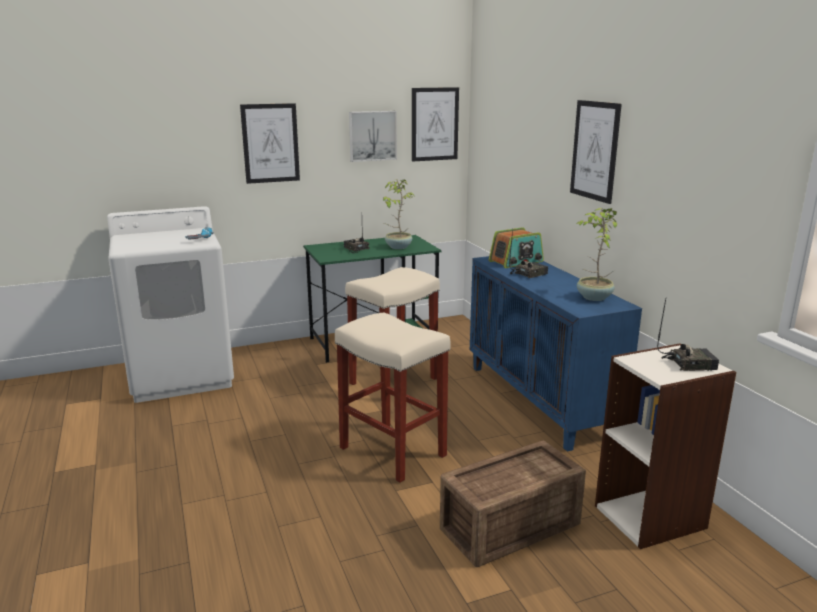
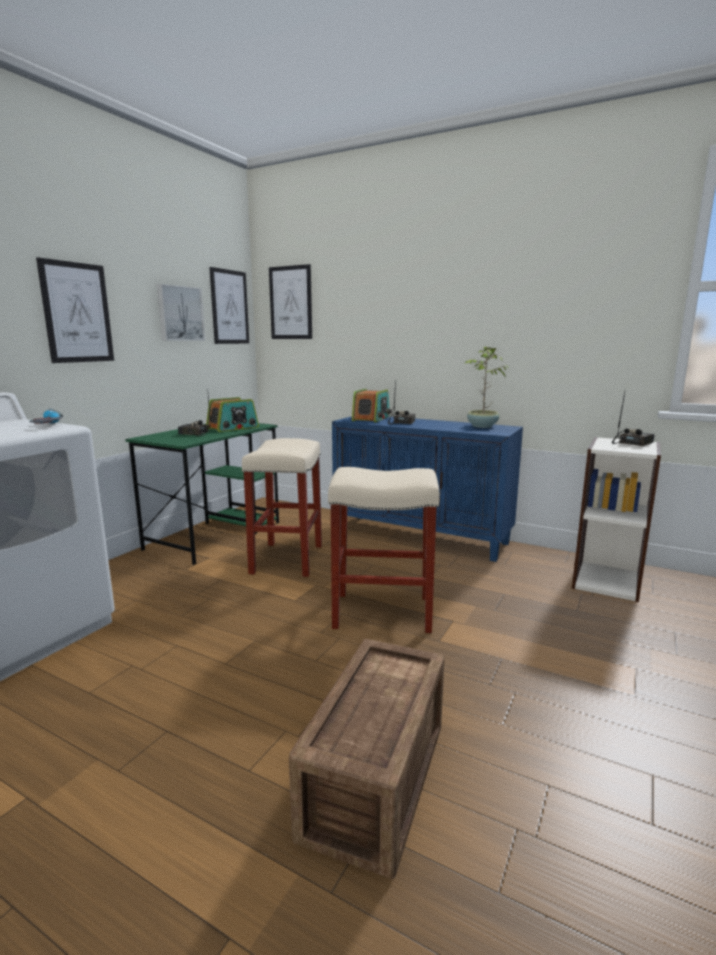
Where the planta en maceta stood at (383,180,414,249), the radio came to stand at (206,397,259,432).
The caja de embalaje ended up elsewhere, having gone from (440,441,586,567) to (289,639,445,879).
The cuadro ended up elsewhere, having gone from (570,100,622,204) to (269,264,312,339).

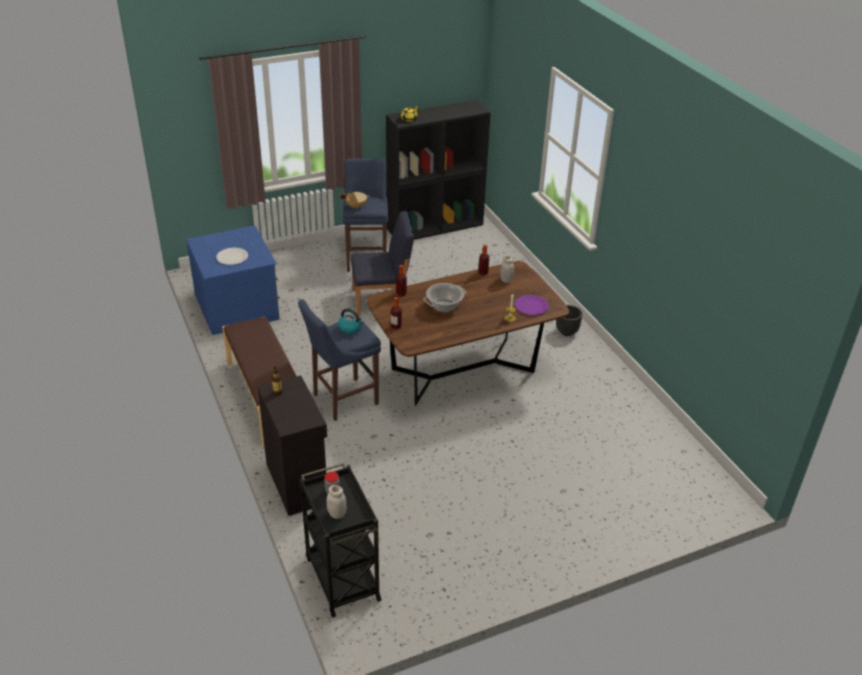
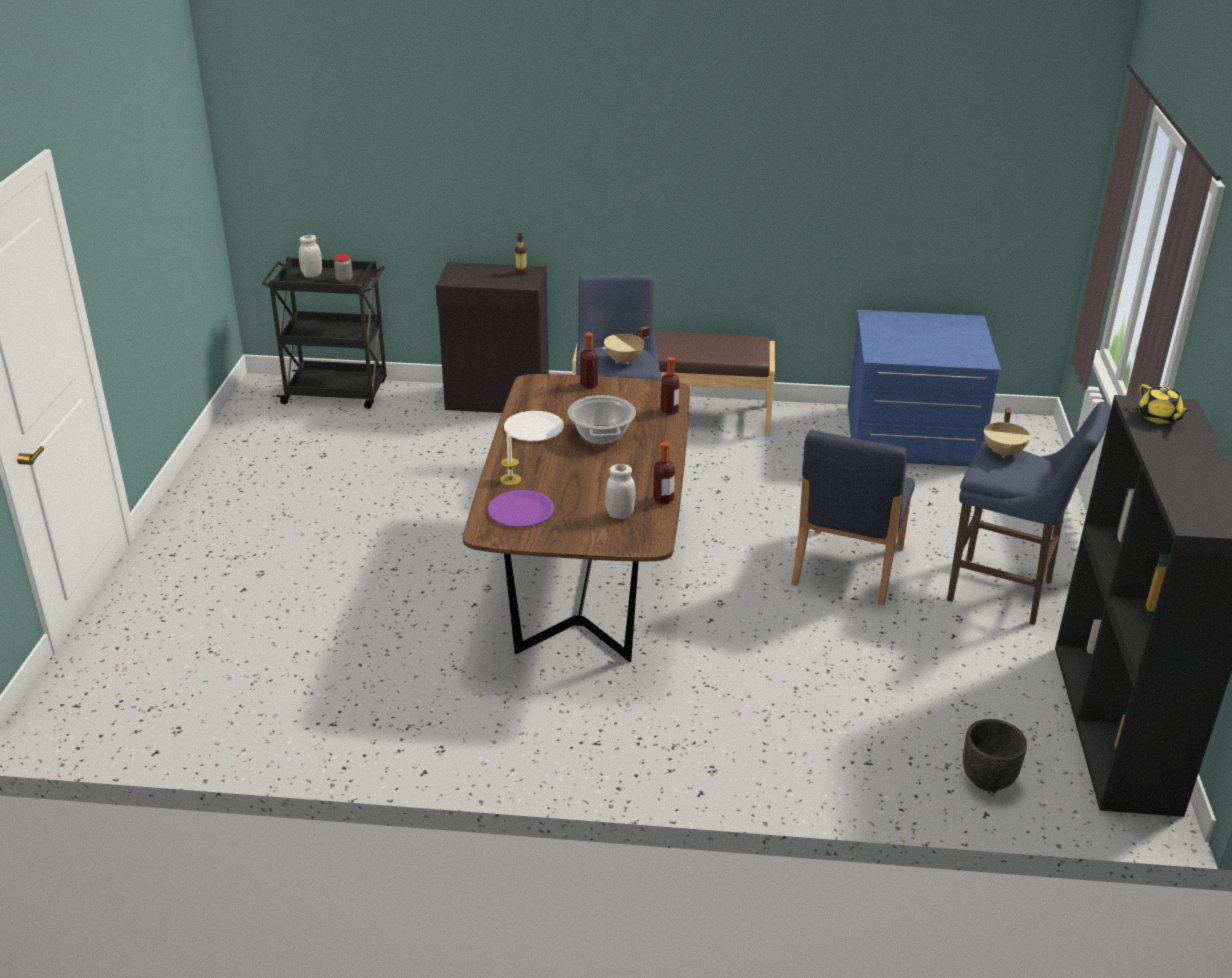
The plato (blanco) ended up elsewhere, having gone from (216,248,248,265) to (504,411,564,441).
Where the hervidor stood at (338,308,364,334), the olla (beis) came to stand at (602,326,650,365).
The maceta (negro) ended up elsewhere, having gone from (556,305,582,336) to (963,719,1027,792).

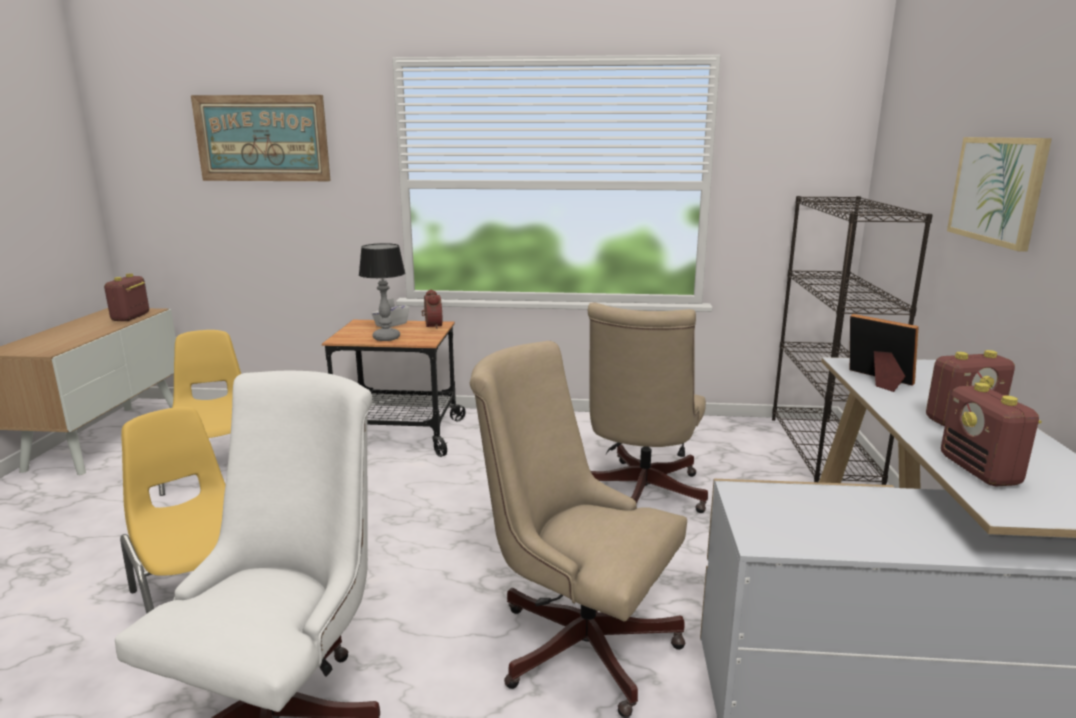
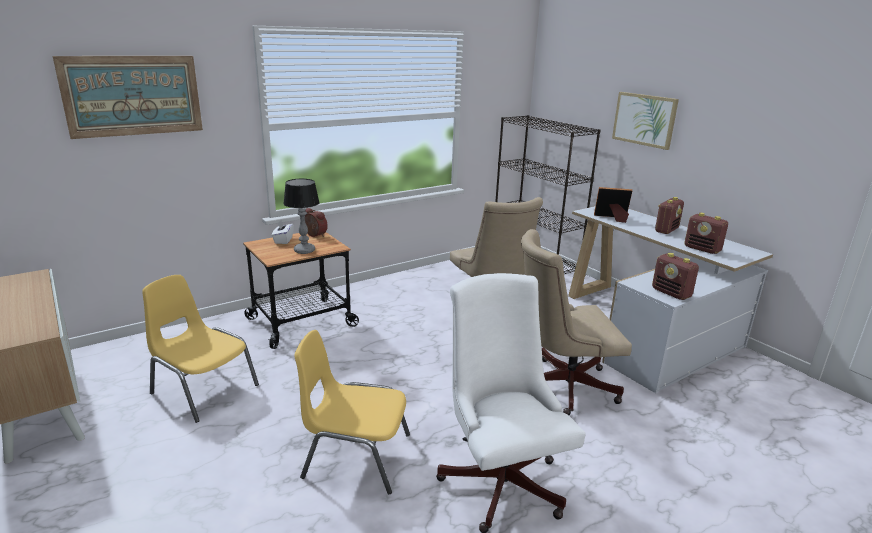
The radio ended up elsewhere, having gone from (104,273,149,321) to (652,253,699,300).

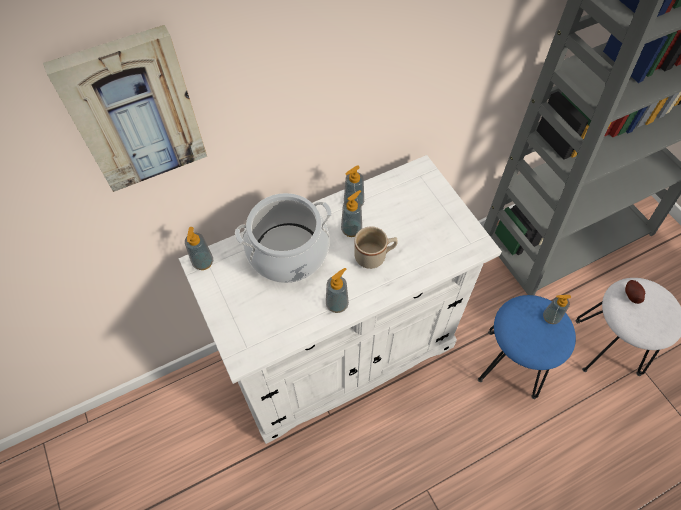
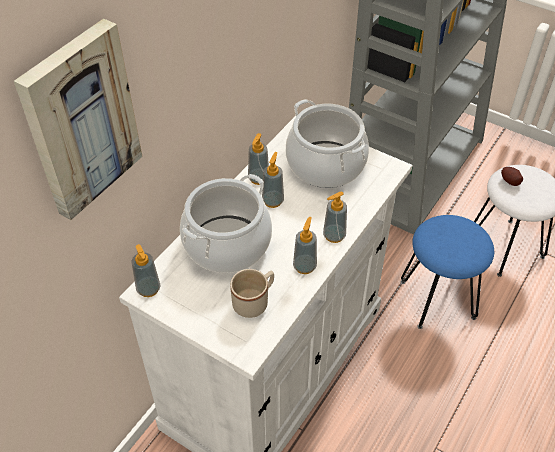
The taza grande (beis) ended up elsewhere, having gone from (355,227,398,269) to (230,269,274,318).
The dispensador de jabón ended up elsewhere, having gone from (543,295,571,324) to (323,191,347,243).
The second view gained the olla at (286,99,369,188).

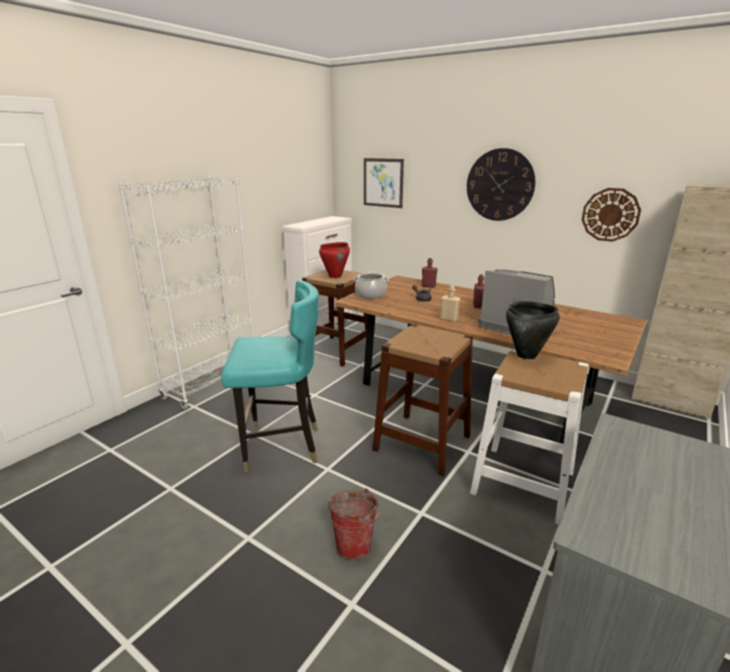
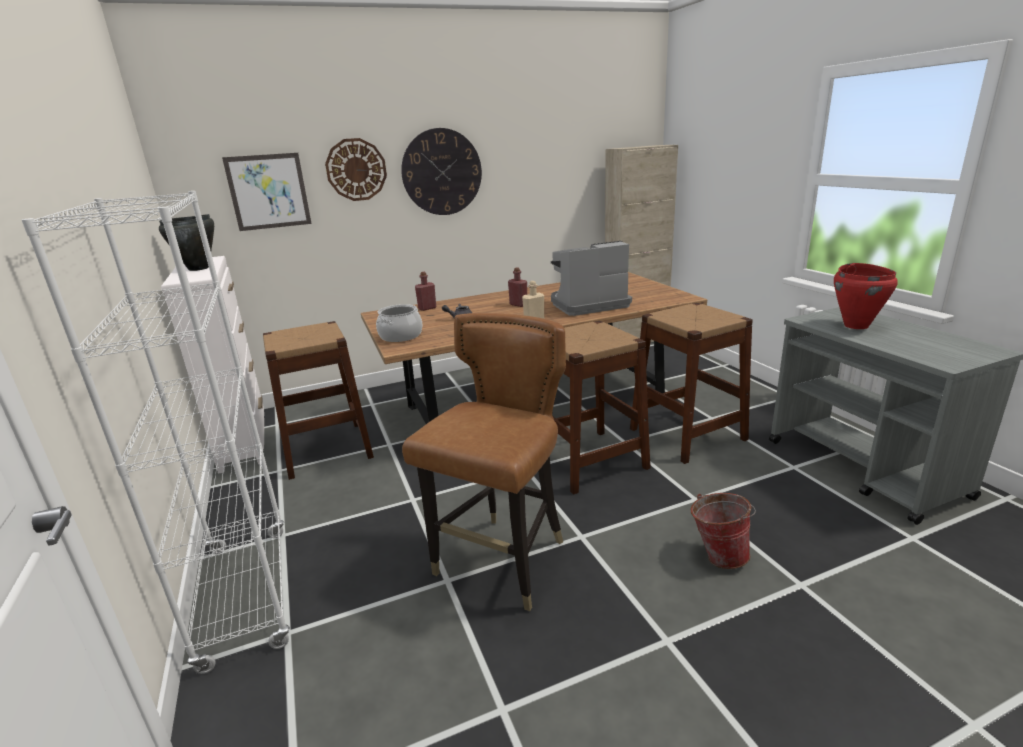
What was the silla (turquesa) at (221,280,319,472) turned into the silla (marrón) at (402,313,566,611).
The olla (rojo) ended up elsewhere, having gone from (319,242,350,278) to (834,263,898,329).
What was the taburete (blanco) at (470,349,589,525) turned into the taburete (marrón) at (630,303,753,464).
The olla (negro) ended up elsewhere, having gone from (506,301,560,359) to (159,214,214,271).
The reloj de pared ended up elsewhere, having gone from (582,188,641,242) to (325,138,387,201).

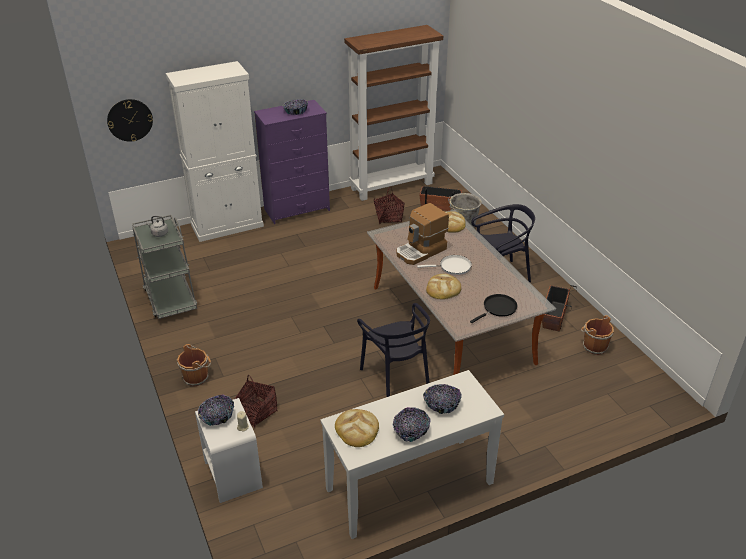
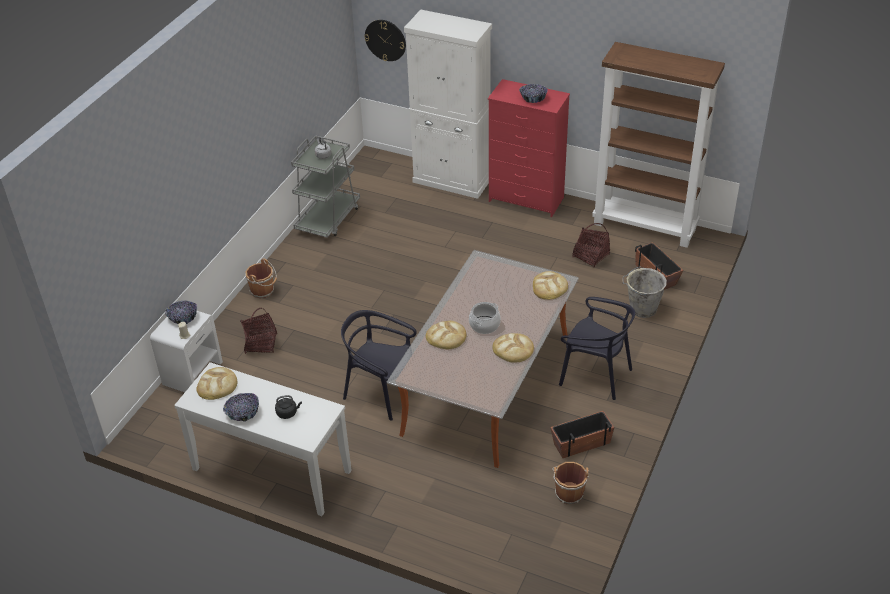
What was the cómoda (morado) at (254,100,330,224) turned into the cómoda (rojo) at (488,79,570,217).
The silla (negro) at (357,303,430,397) ended up facing another way, 90 degrees clockwise from before.
The second view lost the cafetera at (396,203,449,265).
Where the sartén (blanco) stood at (417,255,472,275), the olla came to stand at (469,302,501,334).
Where the cuenco stood at (423,384,462,414), the hervidor (negro) came to stand at (275,395,302,419).
The second view lost the sartén (negro) at (470,294,517,323).
The second view gained the pan at (493,333,534,363).

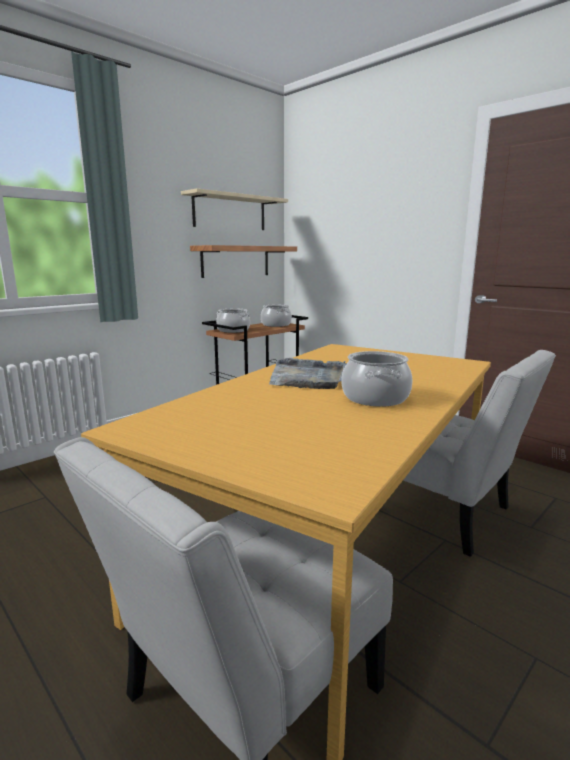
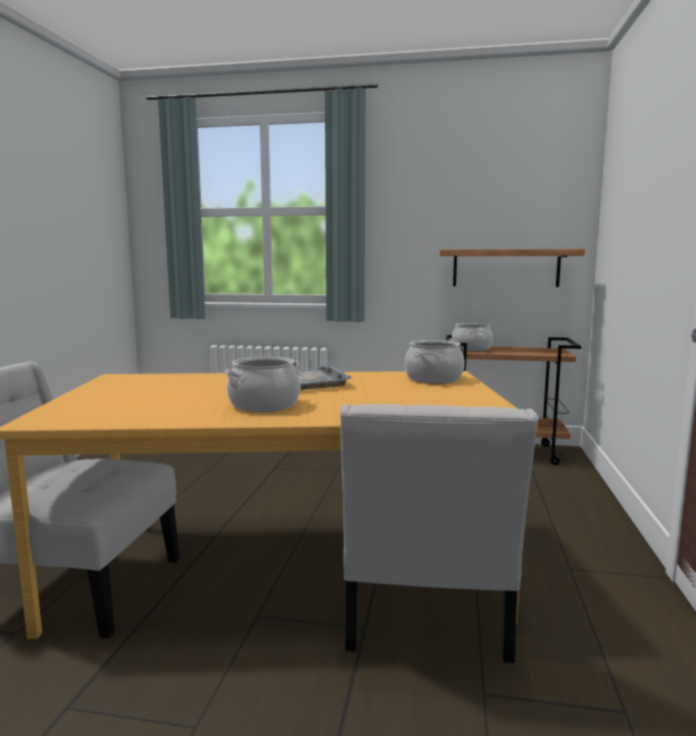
The second view lost the estante (beis) at (181,188,288,230).
The olla ended up elsewhere, having gone from (261,305,292,327) to (405,340,465,384).

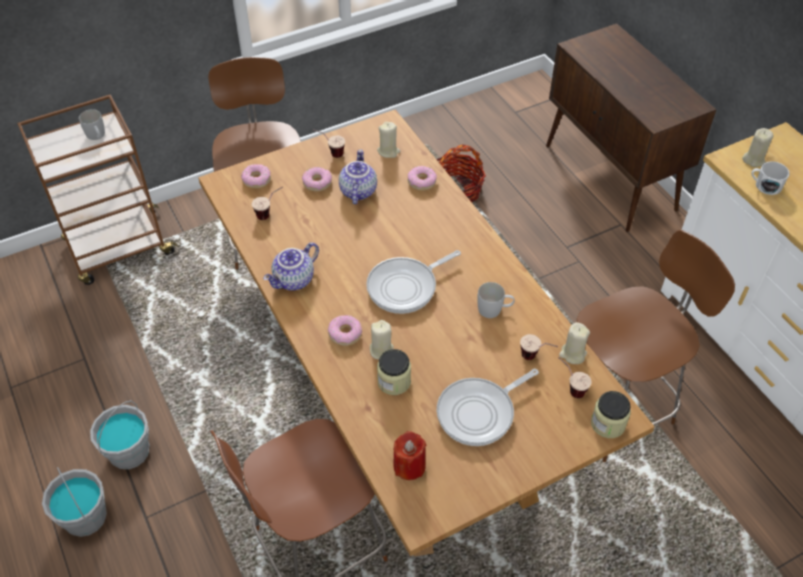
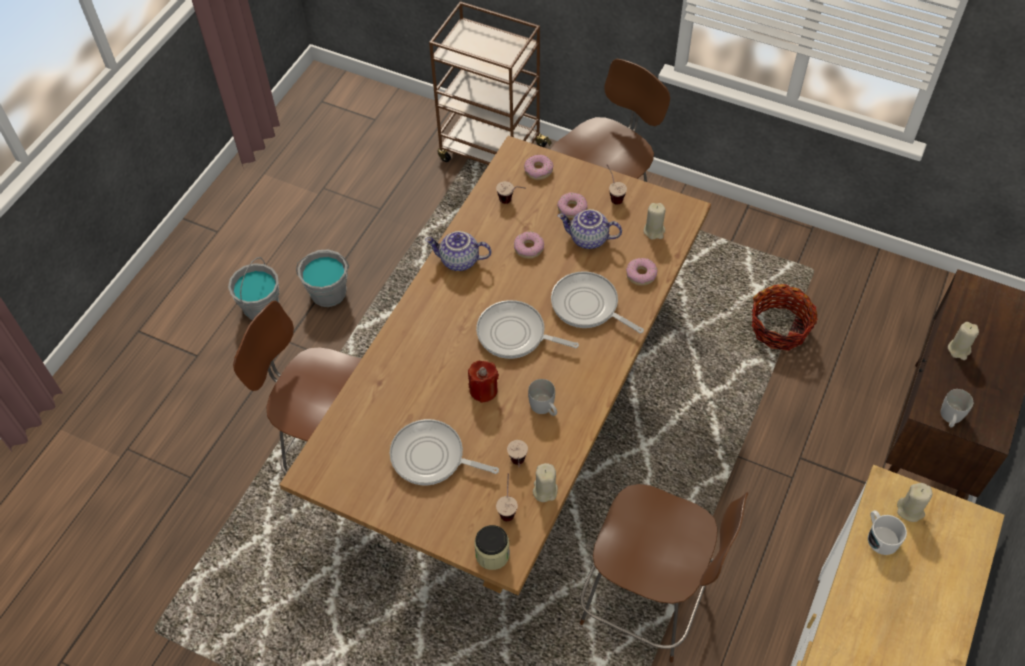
The taza grande (blanco) ended up elsewhere, having gone from (79,109,105,140) to (941,389,973,428).
The rosquilla ended up elsewhere, having gone from (328,315,362,346) to (514,231,544,259).
The tetera at (339,149,377,204) ended up facing another way, 135 degrees counterclockwise from before.
The vela (beis) ended up elsewhere, having gone from (370,320,394,360) to (948,322,979,360).
The second view lost the tarro at (377,349,411,395).
The vela (rojo) ended up elsewhere, having gone from (393,431,426,480) to (468,361,499,403).
The second view gained the sartén at (551,271,644,334).

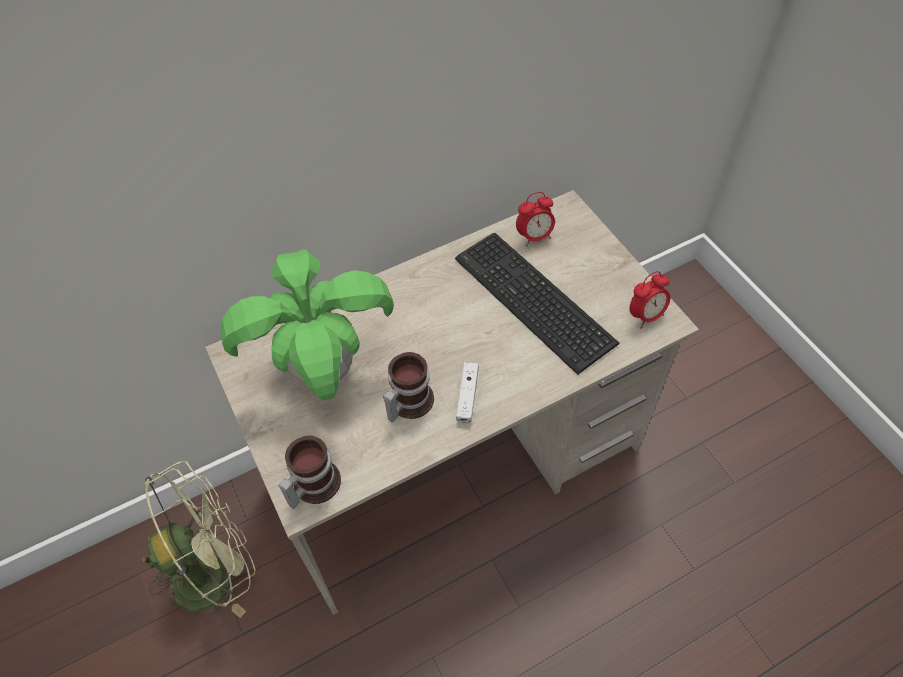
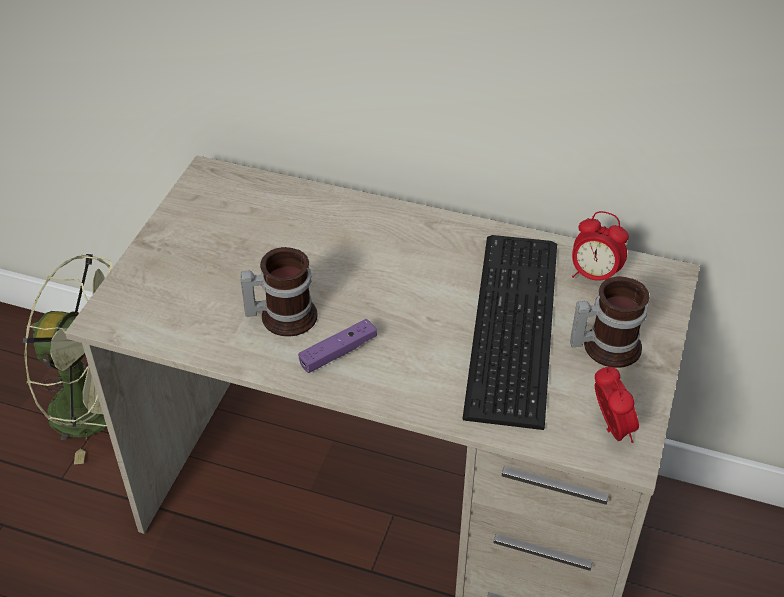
The second view lost the planta en maceta at (220,249,394,400).
The taza grande ended up elsewhere, having gone from (279,436,341,509) to (570,276,650,368).
What was the mando de consola (blanco) at (456,362,479,423) turned into the mando de consola (morado) at (298,319,377,373).
The despertador at (630,271,670,329) ended up facing another way, 120 degrees counterclockwise from before.

